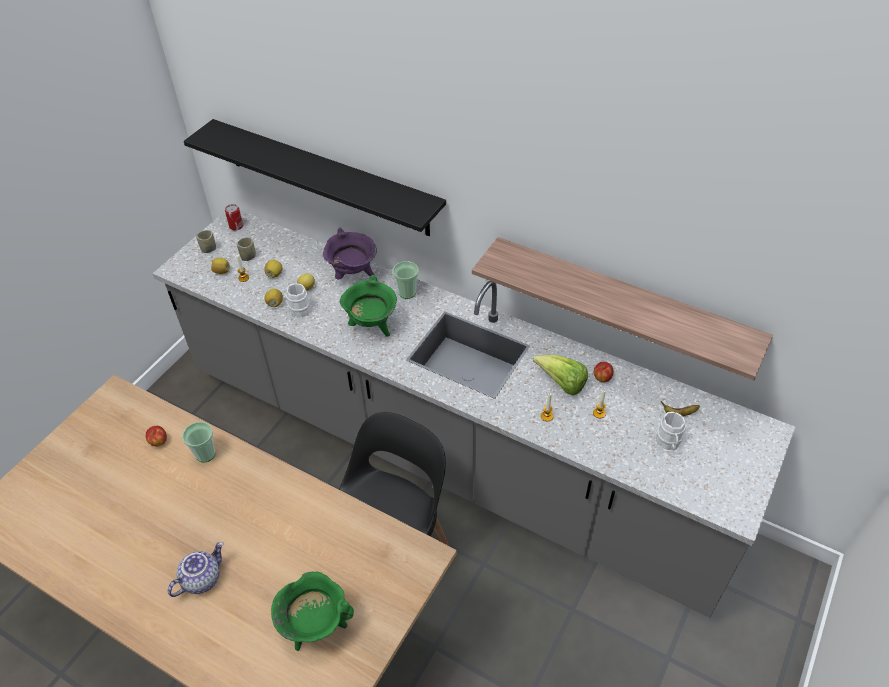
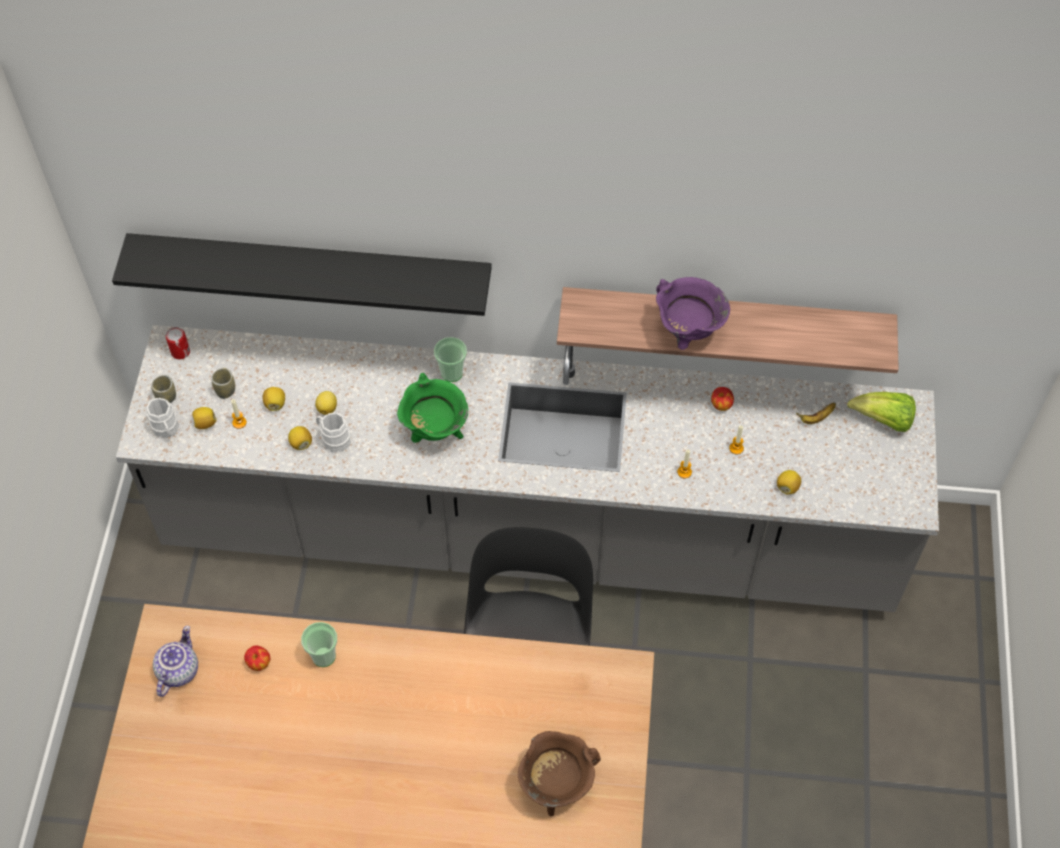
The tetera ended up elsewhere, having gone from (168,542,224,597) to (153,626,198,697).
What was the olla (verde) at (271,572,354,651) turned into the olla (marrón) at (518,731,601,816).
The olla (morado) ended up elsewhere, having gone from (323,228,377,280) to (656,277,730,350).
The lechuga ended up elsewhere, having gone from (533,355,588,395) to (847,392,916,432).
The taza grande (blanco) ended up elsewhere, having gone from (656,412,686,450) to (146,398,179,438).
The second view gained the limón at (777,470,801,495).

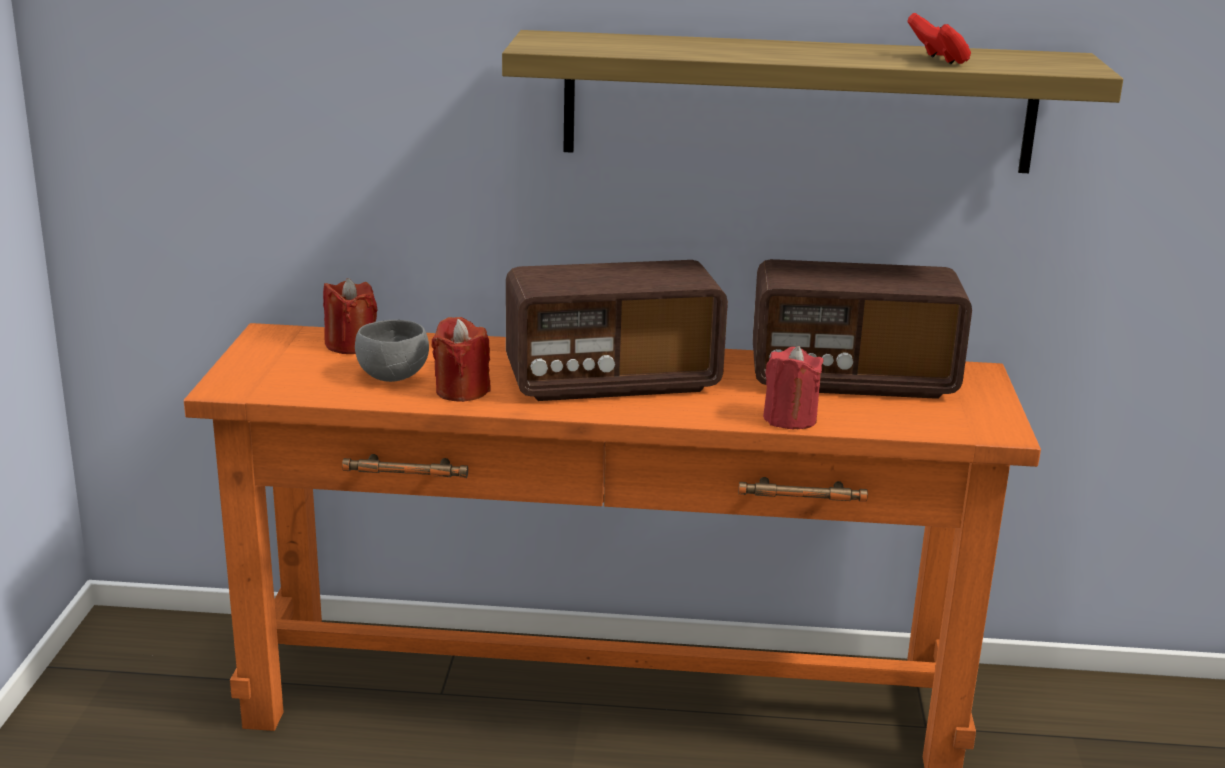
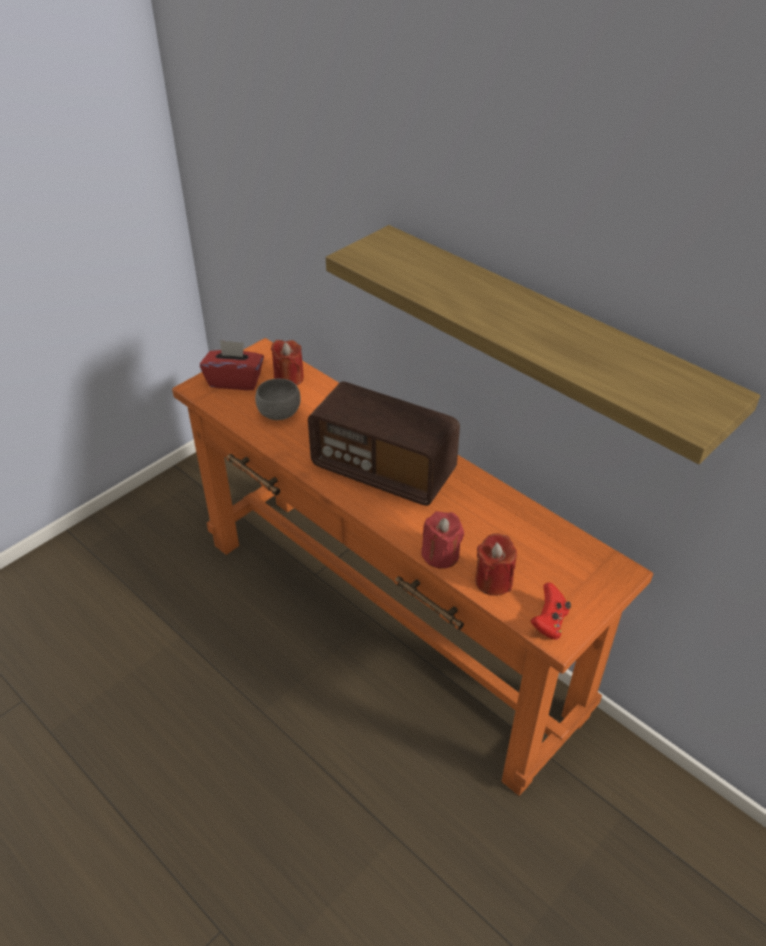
The vela (rojo) ended up elsewhere, having gone from (432,317,491,402) to (475,533,517,596).
The second view lost the radio at (752,259,972,399).
The mando de consola (rojo) ended up elsewhere, having gone from (907,13,971,64) to (531,583,571,640).
The second view gained the caja de pañuelos (rojo) at (200,340,264,390).

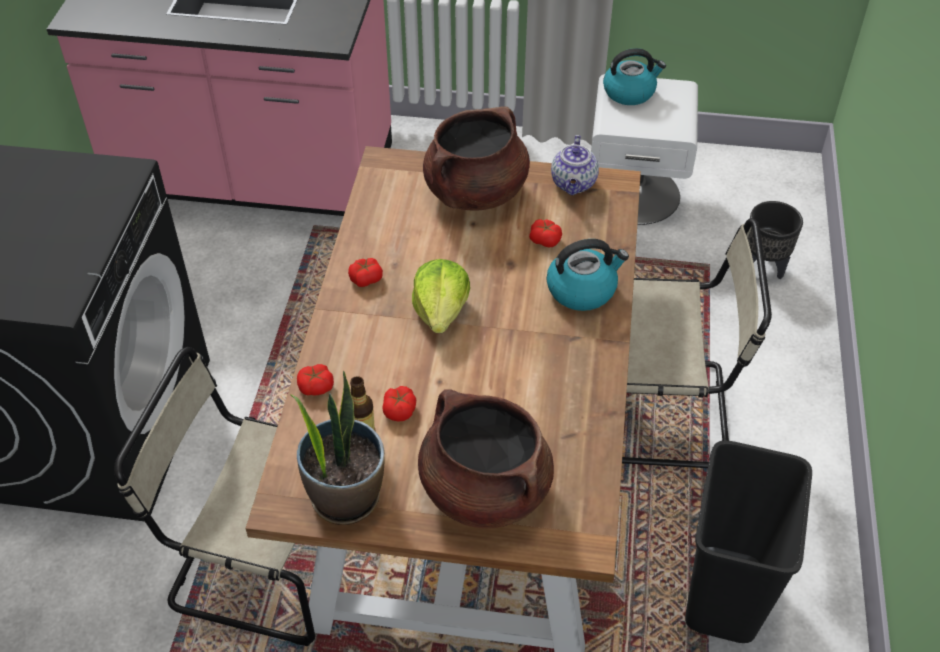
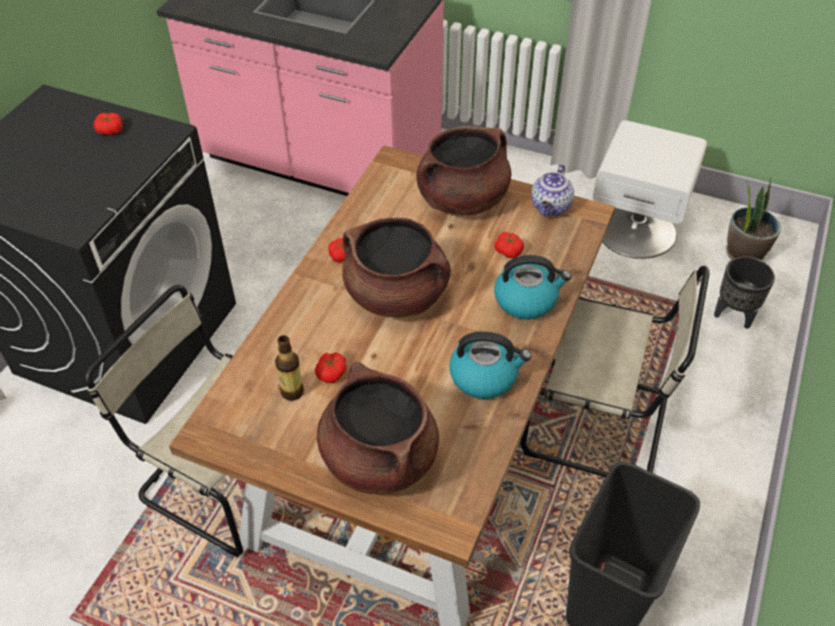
The planta en maceta ended up elsewhere, having gone from (290,371,385,525) to (726,176,781,261).
The tomate ended up elsewhere, having gone from (297,364,334,396) to (93,113,123,135).
Where the lechuga stood at (412,259,470,333), the olla (marrón) came to stand at (342,218,451,317).
The hervidor ended up elsewhere, having gone from (603,48,666,105) to (449,331,531,399).

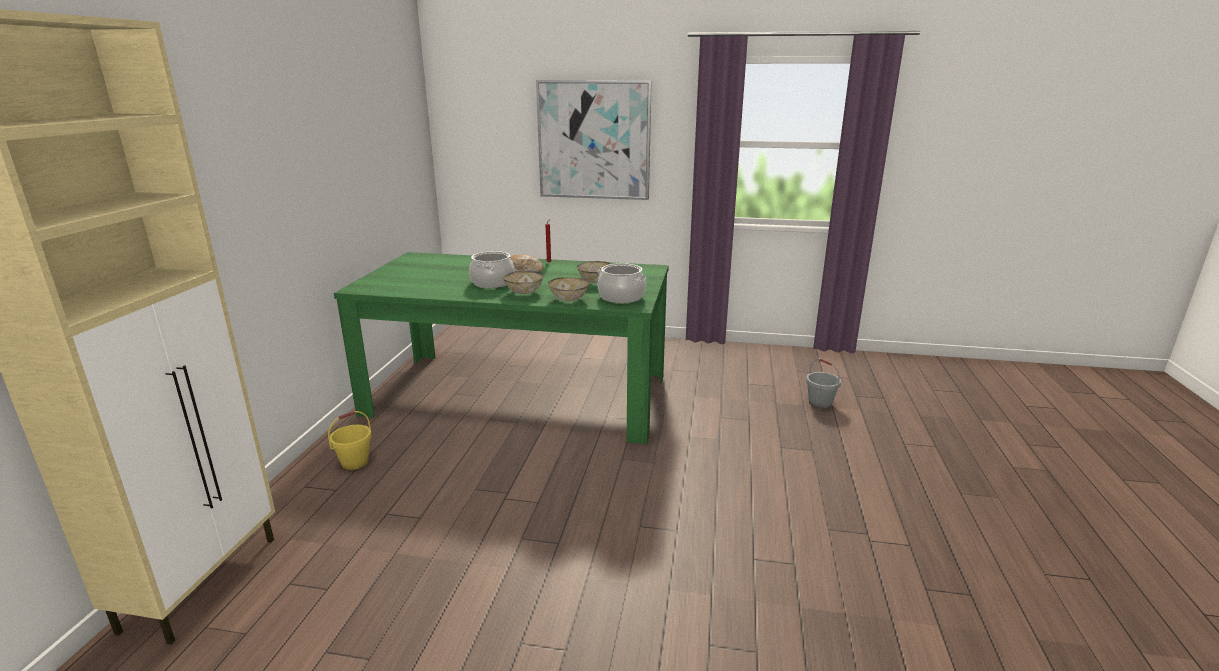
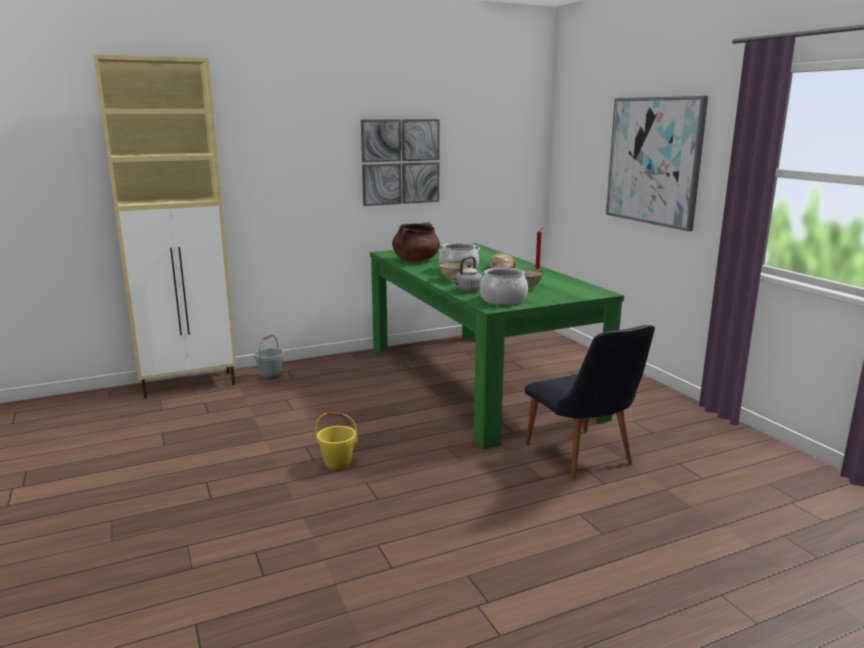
The cubo (amarillo) ended up elsewhere, having gone from (328,411,372,470) to (316,412,358,470).
Where the cuenco stood at (548,277,590,301), the hervidor (gris) came to stand at (451,256,482,292).
The cubo (gris) ended up elsewhere, having gone from (806,358,841,409) to (254,334,284,380).
The second view gained the cuadro at (361,119,440,206).
The second view gained the olla (marrón) at (392,222,440,262).
The second view gained the silla (negro) at (525,325,655,480).

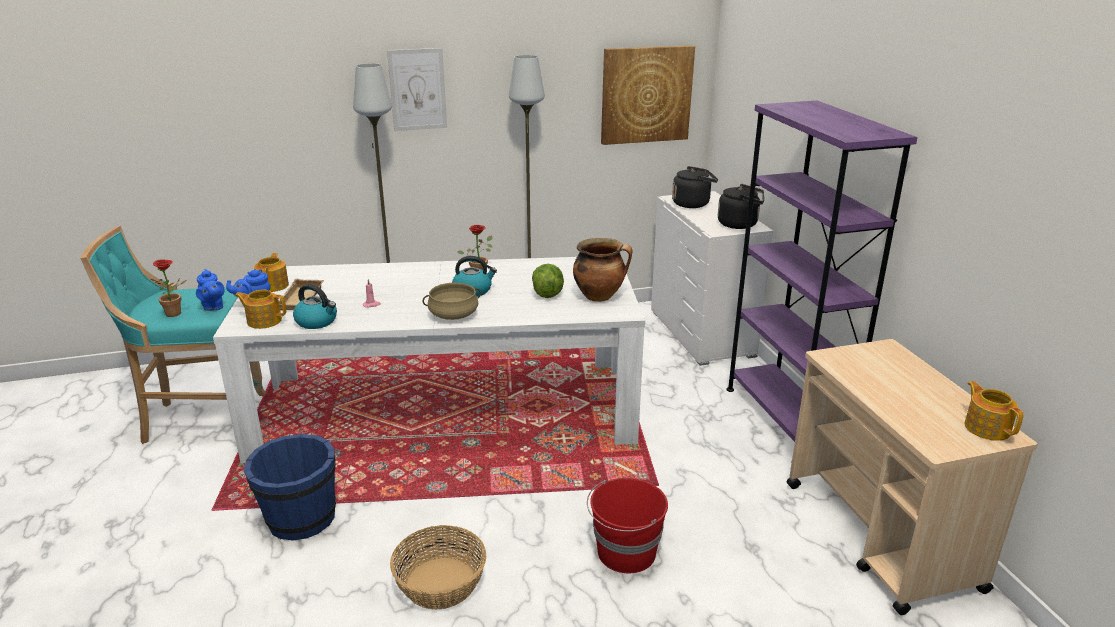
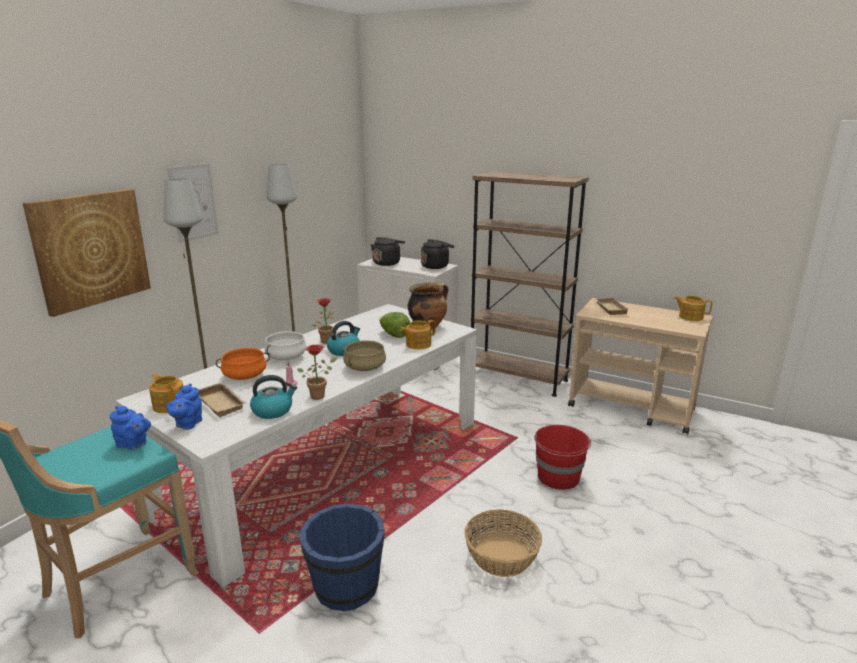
The planta en maceta ended up elsewhere, having gone from (150,259,187,317) to (297,345,337,400).
The tetera ended up elsewhere, having gone from (235,290,286,329) to (401,320,435,349).
The cuadro ended up elsewhere, having gone from (601,46,695,145) to (23,189,151,317).
What was the estantería (morado) at (727,101,917,463) turned into the estantería (marrón) at (471,171,589,397).
The second view gained the olla (naranja) at (216,348,270,380).
The second view gained the olla (blanco) at (265,331,307,360).
The second view gained the bandeja (beis) at (595,297,629,315).

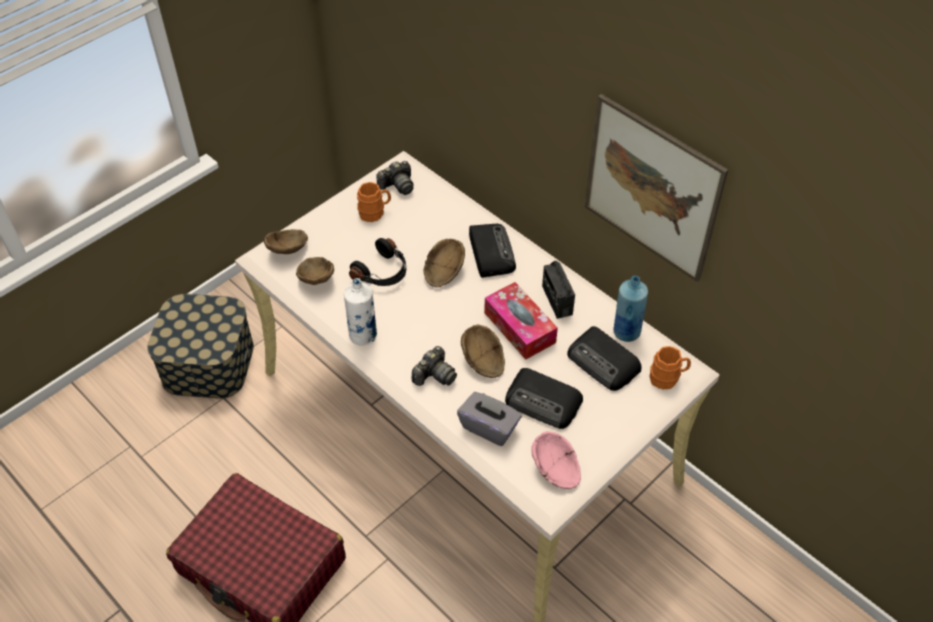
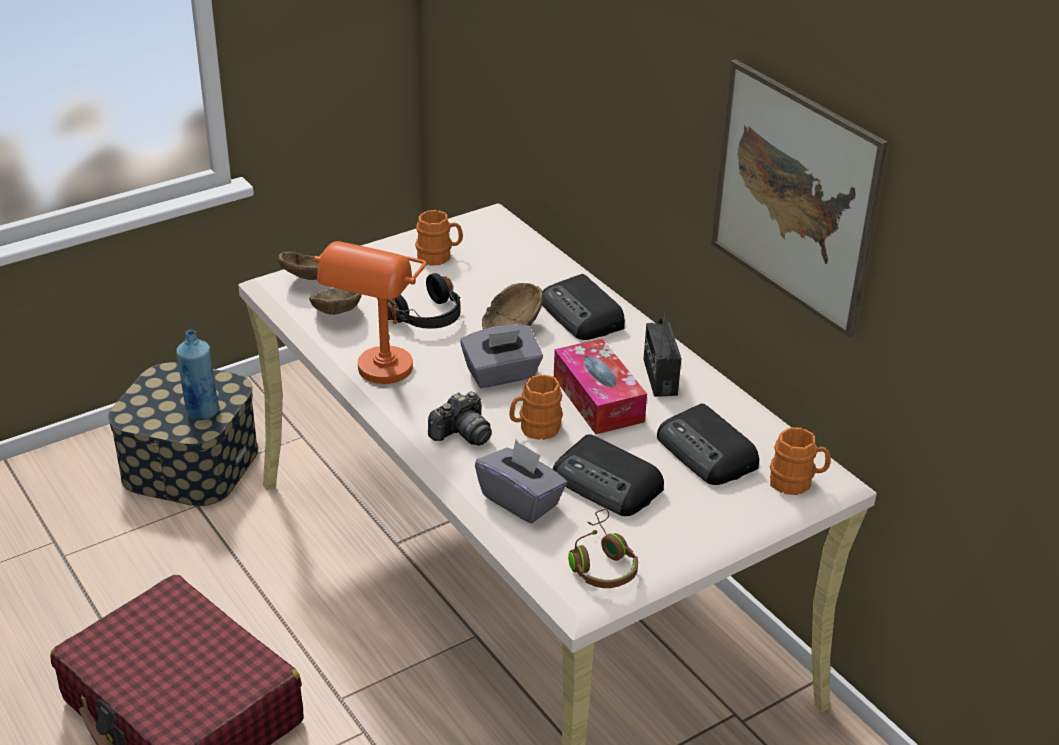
Where the botella (blanco) stood at (344,278,377,346), the lámpara de mesa (naranja) came to stand at (314,241,427,384).
The second view lost the cámara at (377,161,414,195).
Where the cuenco (marrón) stood at (461,325,505,378), the taza grande (naranja) came to stand at (509,374,563,440).
The radio at (469,224,516,278) ended up facing another way, 150 degrees clockwise from before.
Where the cuenco (rosa) stood at (531,431,581,489), the auriculares (marrón) came to stand at (568,509,638,588).
The botella (azul) ended up elsewhere, having gone from (613,276,648,342) to (176,330,219,420).
The second view gained the caja de pañuelos (gris) at (460,324,543,388).

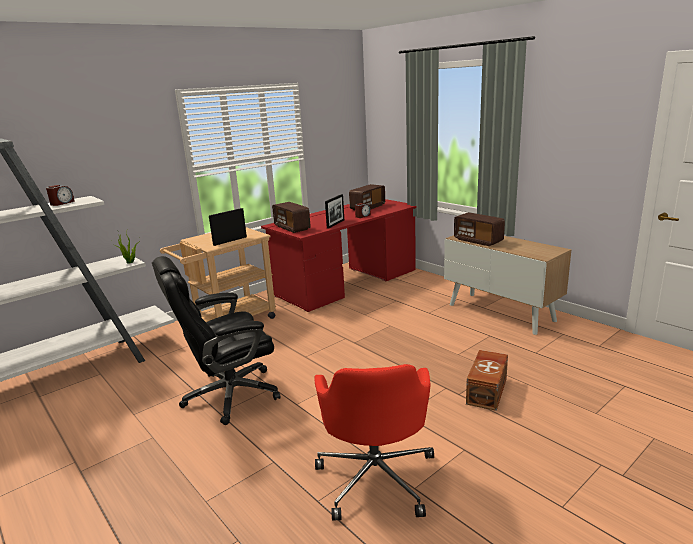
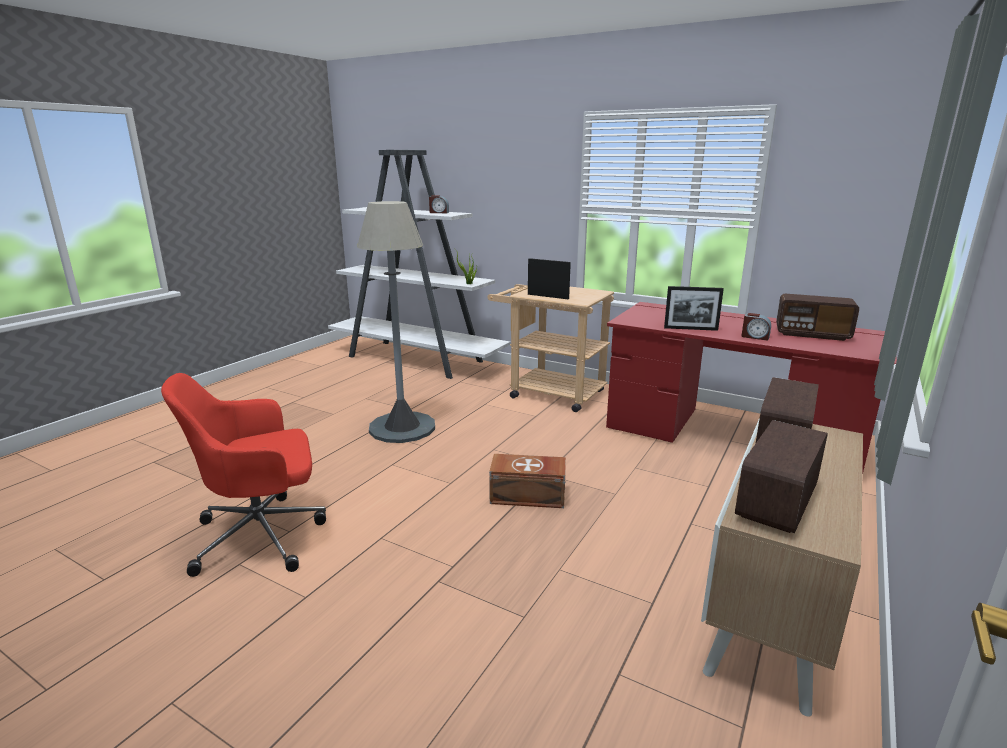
Where the silla de oficina (negro) stood at (152,256,281,425), the lámpara de pie (gris) came to stand at (357,201,435,443).
The radio ended up elsewhere, having gone from (272,202,310,233) to (735,420,828,533).
The caja de almacenaje (marrón) ended up elsewhere, having gone from (466,350,508,411) to (489,454,566,508).

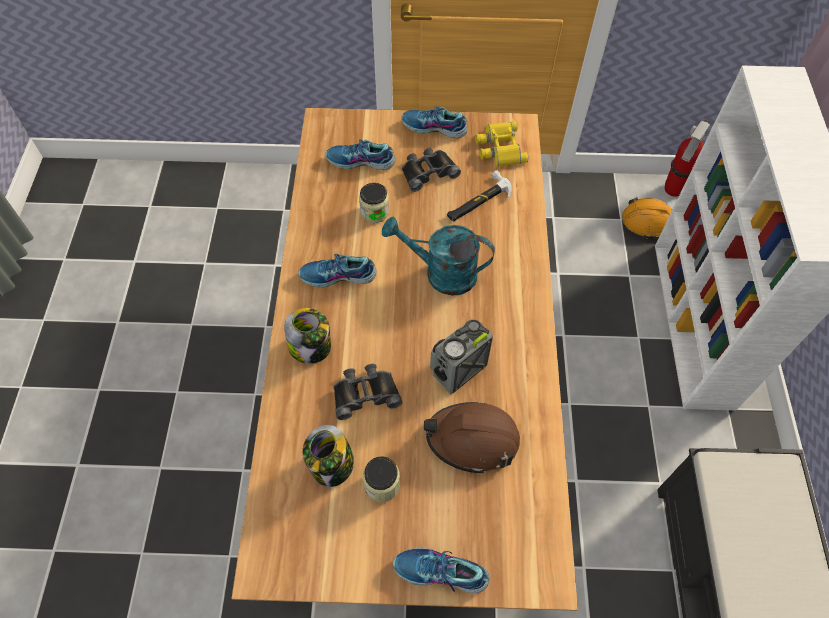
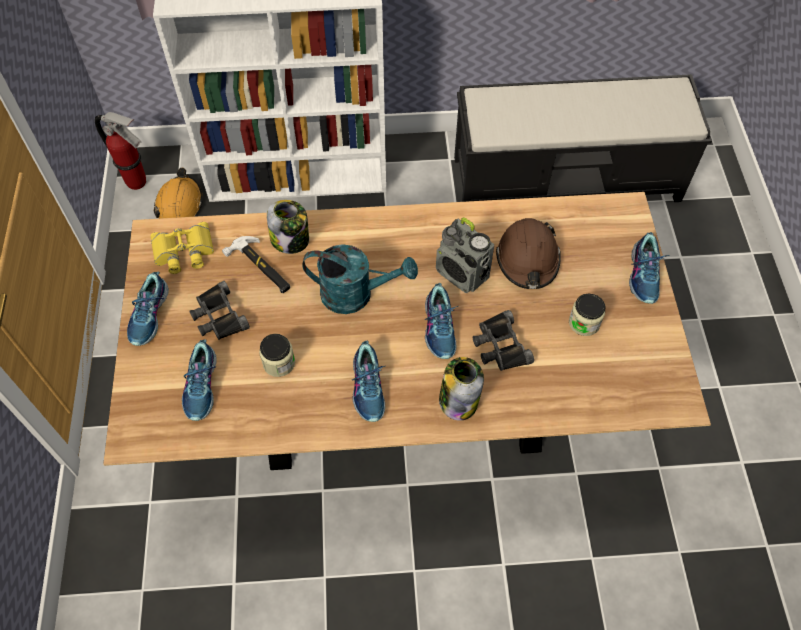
The tarro ended up elsewhere, having gone from (303,425,354,487) to (267,200,309,254).
The regadera (turquesa) at (382,217,495,296) ended up facing another way, 90 degrees counterclockwise from before.
The second view gained the zapato at (424,283,458,359).

